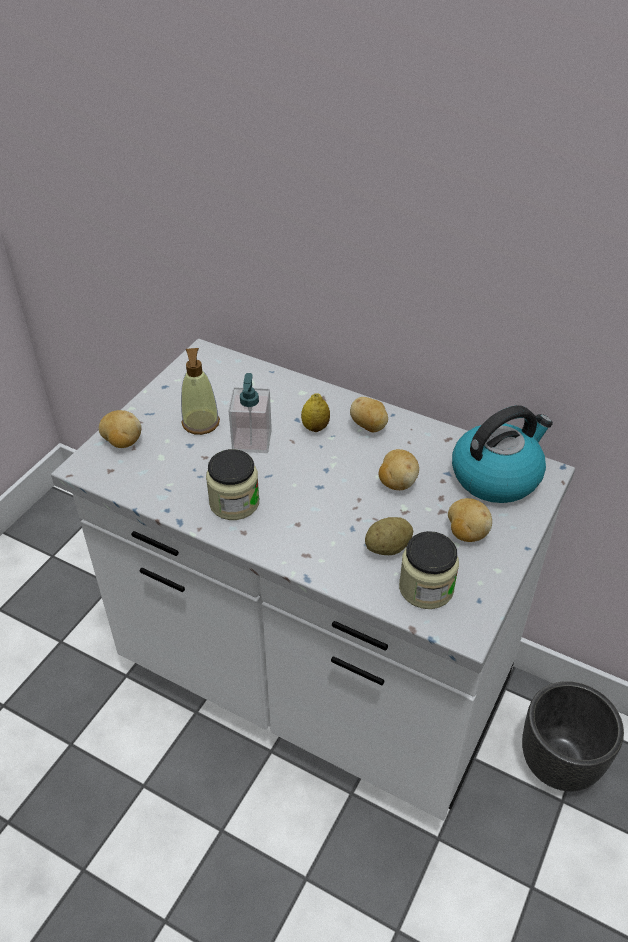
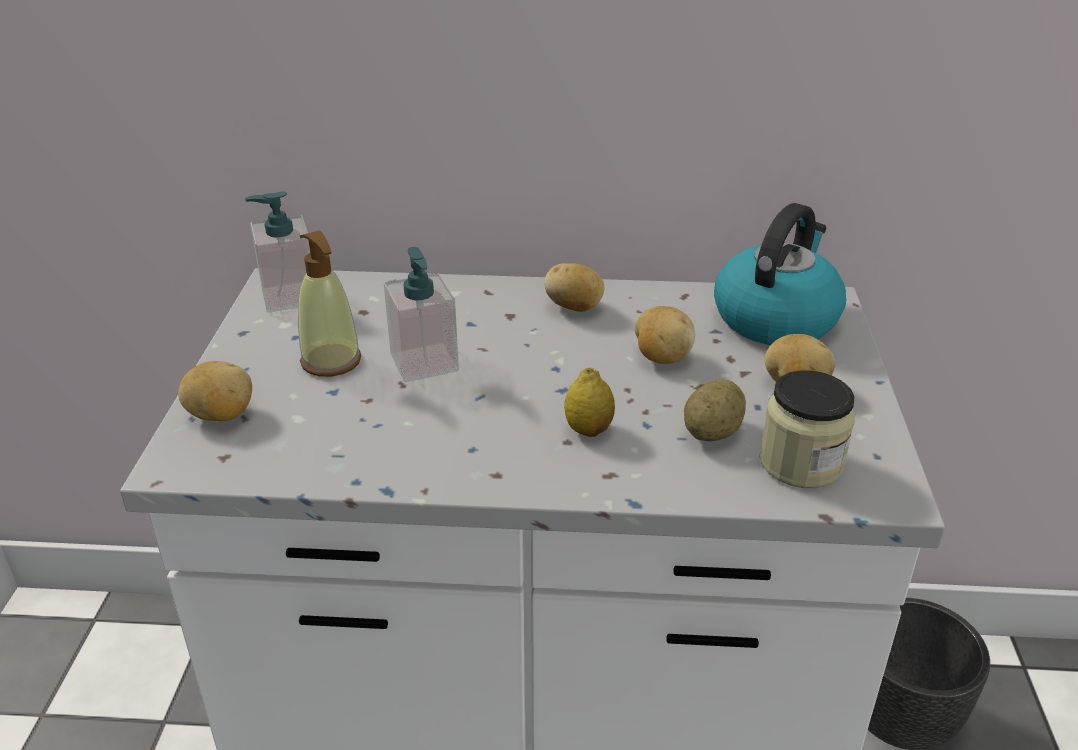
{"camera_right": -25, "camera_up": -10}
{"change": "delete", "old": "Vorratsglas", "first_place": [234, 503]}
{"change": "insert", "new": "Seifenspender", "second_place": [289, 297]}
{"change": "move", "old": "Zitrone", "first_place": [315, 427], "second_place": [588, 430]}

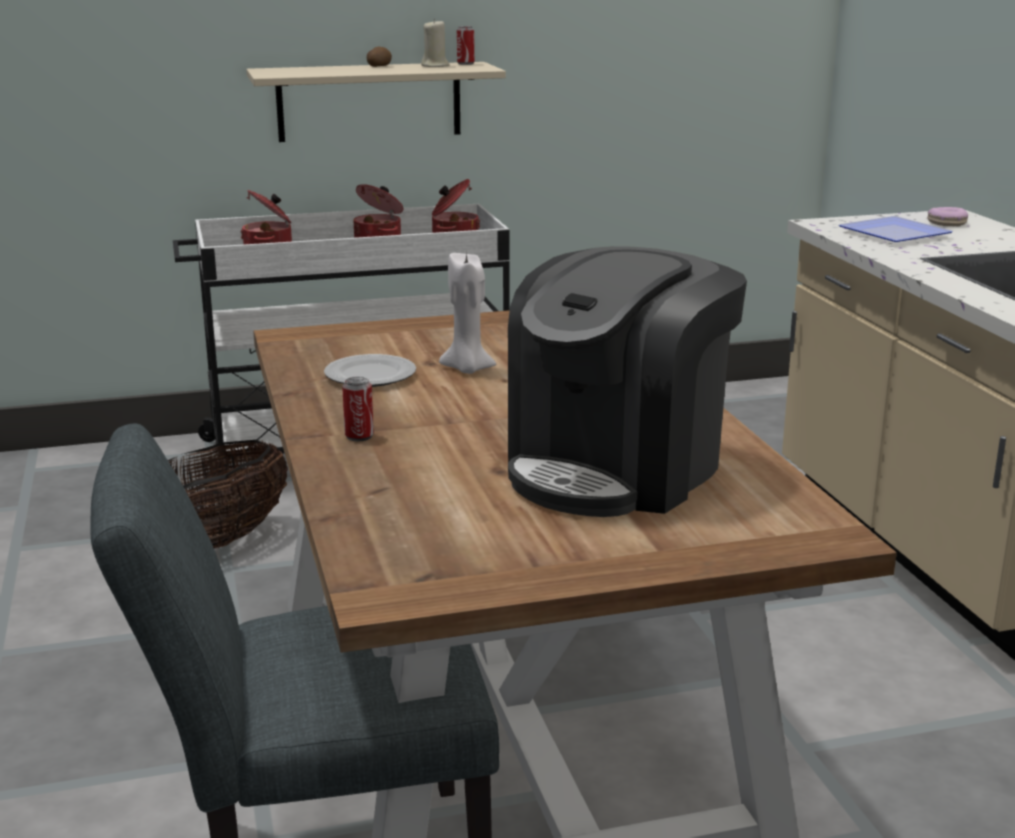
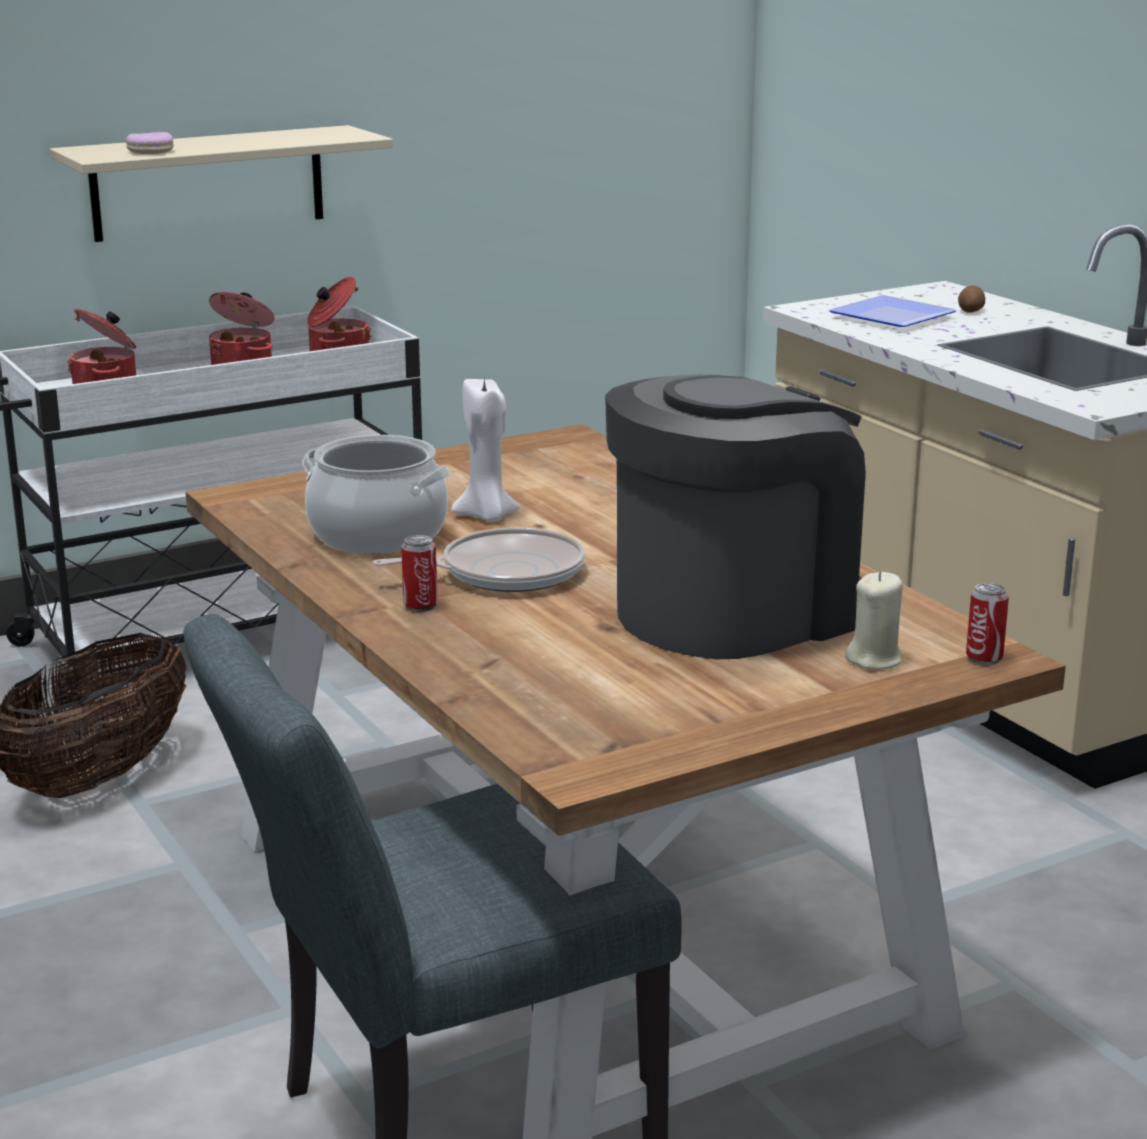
{"camera_right": -15, "camera_up": 0}
{"change": "insert", "new": "Pfanne", "second_place": [504, 573]}
{"change": "move", "old": "Kartoffel", "first_place": [379, 66], "second_place": [970, 310]}
{"change": "move", "old": "Kerze (beige)", "first_place": [435, 66], "second_place": [874, 659]}
{"change": "move", "old": "Dose", "first_place": [465, 63], "second_place": [984, 658]}
{"change": "move", "old": "Donut", "first_place": [946, 223], "second_place": [150, 151]}
{"change": "replace", "old": "Teller", "new": "Kochtopf", "first_place": [371, 376], "second_place": [379, 534]}
{"change": "rotate", "old": "Kaffeemaschine", "first_place": [617, 468], "second_place": [734, 611], "degrees": -150}

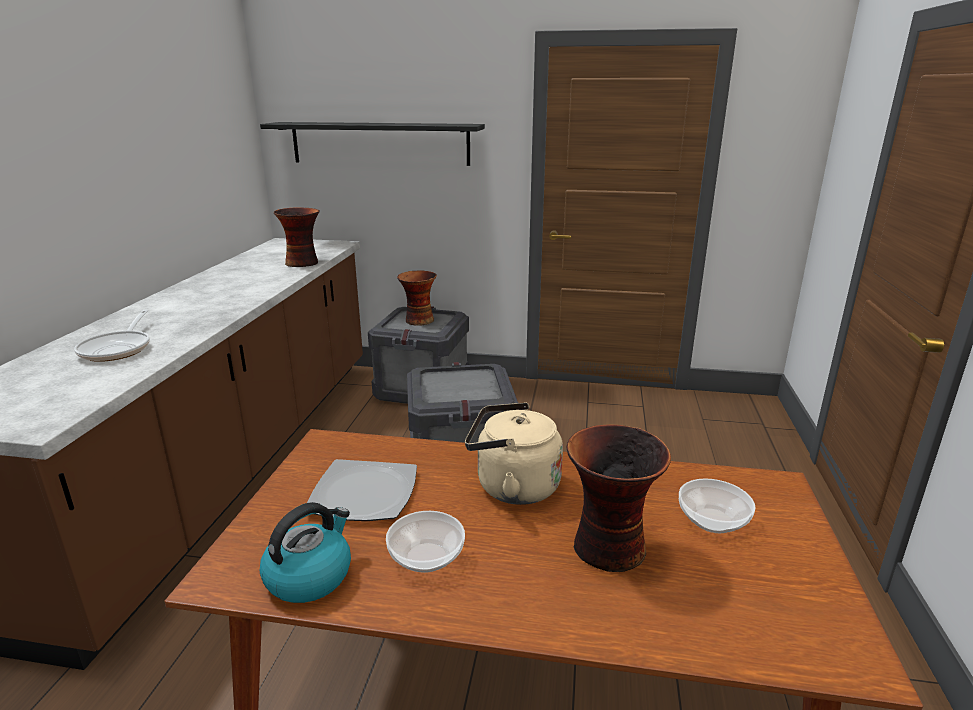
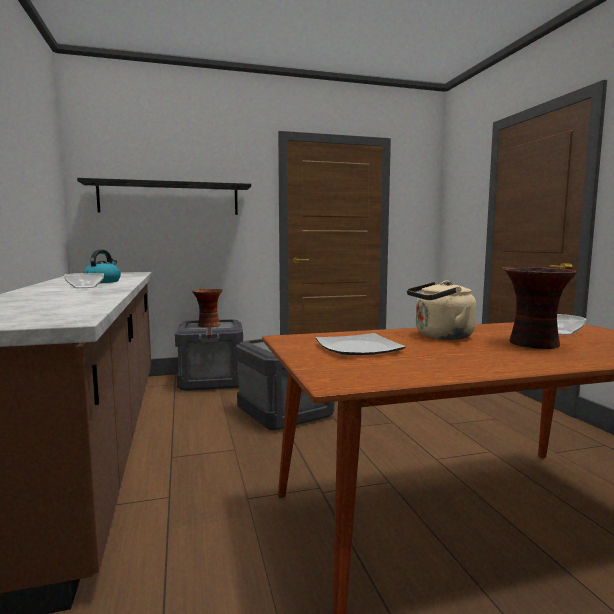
{"camera_right": -25, "camera_up": -15}
{"change": "delete", "old": "Pfanne", "first_place": [118, 349]}
{"change": "delete", "old": "Vase", "first_place": [303, 263]}
{"change": "move", "old": "Wasserkessel", "first_place": [309, 576], "second_place": [103, 281]}
{"change": "move", "old": "Schüssel", "first_place": [425, 557], "second_place": [84, 287]}

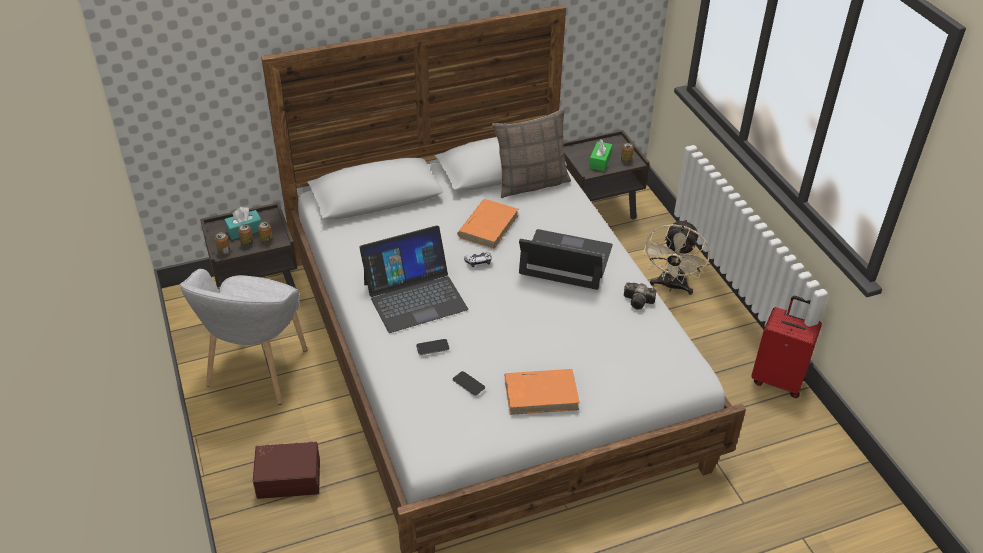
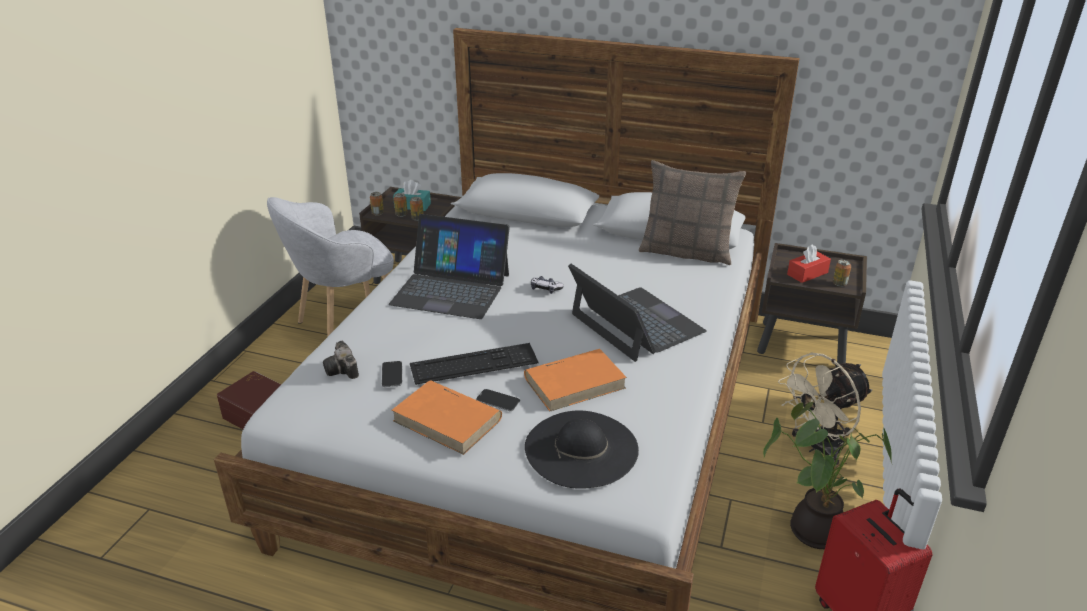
{"camera_right": 40, "camera_up": -10}
{"change": "insert", "new": "Tastatur", "second_place": [474, 364]}
{"change": "insert", "new": "Hut (schwarz)", "second_place": [581, 448]}
{"change": "insert", "new": "Topfpflanze", "second_place": [812, 528]}
{"change": "move", "old": "Handy", "first_place": [432, 347], "second_place": [498, 401]}
{"change": "move", "old": "Buch (orange)", "first_place": [488, 226], "second_place": [575, 382]}
{"change": "move", "old": "Kamera", "first_place": [639, 302], "second_place": [343, 370]}
{"change": "recolor", "old": "Taschentuchbox (grün)", "new": "Taschentuchbox (rot)", "first_place": [600, 161], "second_place": [807, 273]}

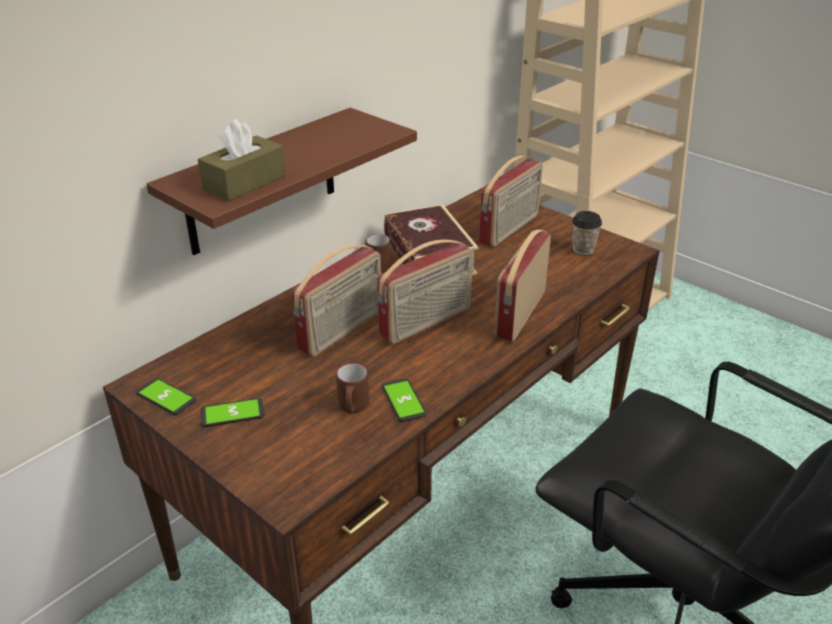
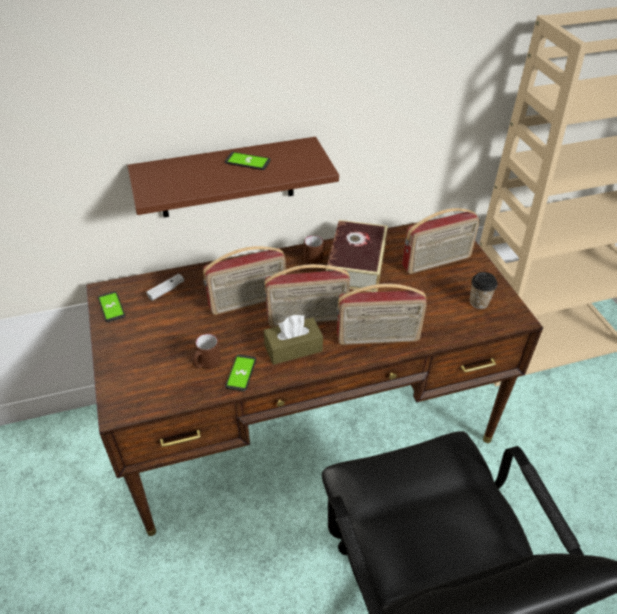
{"camera_right": 30, "camera_up": 10}
{"change": "insert", "new": "Gamepad (weiß)", "second_place": [166, 290]}
{"change": "move", "old": "Taschentuchbox (braun)", "first_place": [245, 182], "second_place": [293, 348]}
{"change": "move", "old": "Handy", "first_place": [232, 414], "second_place": [247, 162]}
{"change": "rotate", "old": "Radio", "first_place": [519, 313], "second_place": [378, 338], "degrees": -150}

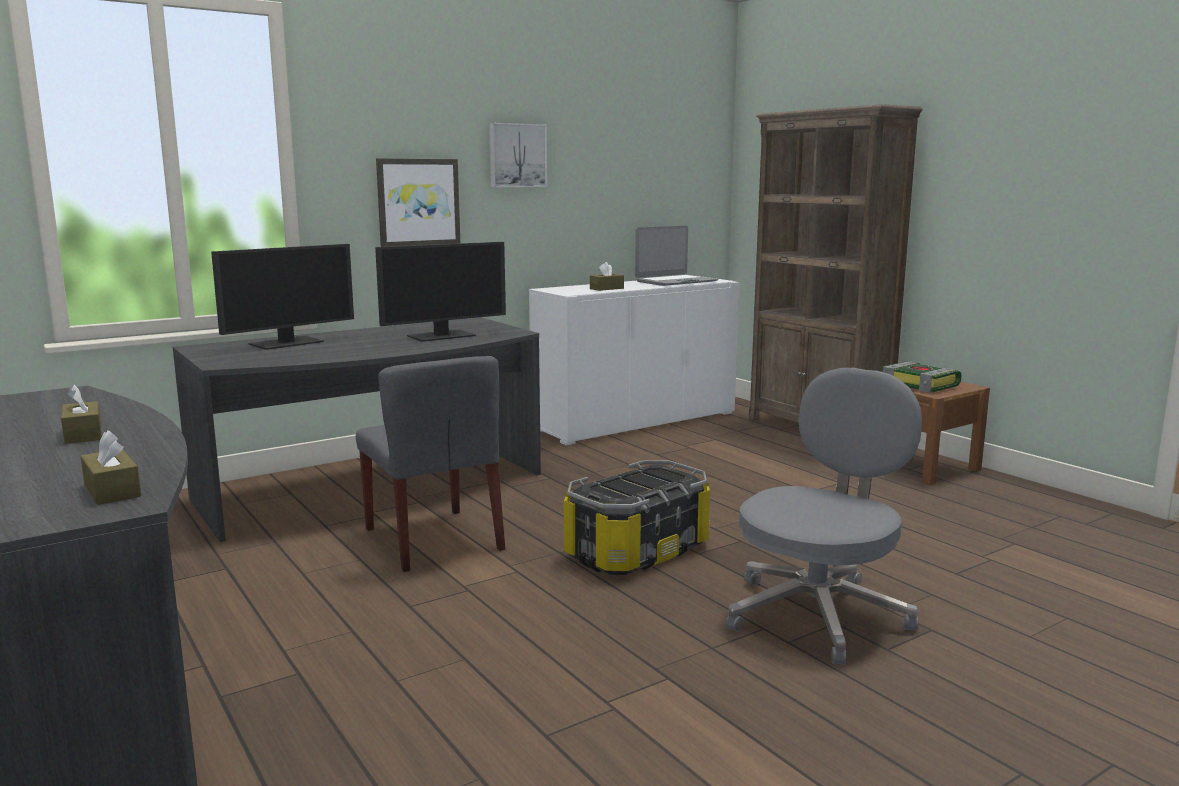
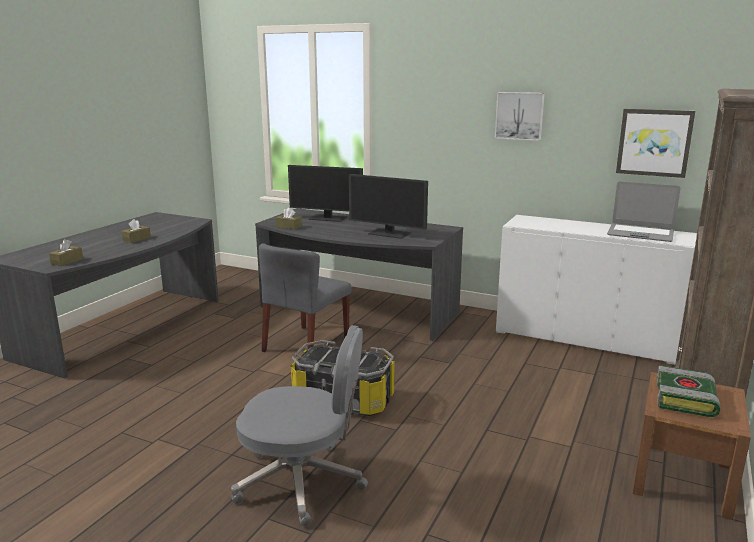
{"camera_right": 60, "camera_up": 5}
{"change": "move", "old": "Bild", "first_place": [418, 202], "second_place": [654, 142]}
{"change": "move", "old": "Taschentuchbox (braun)", "first_place": [606, 288], "second_place": [288, 226]}

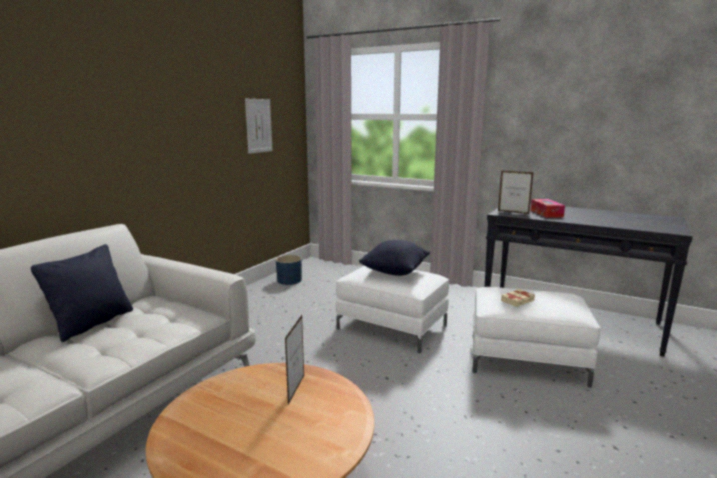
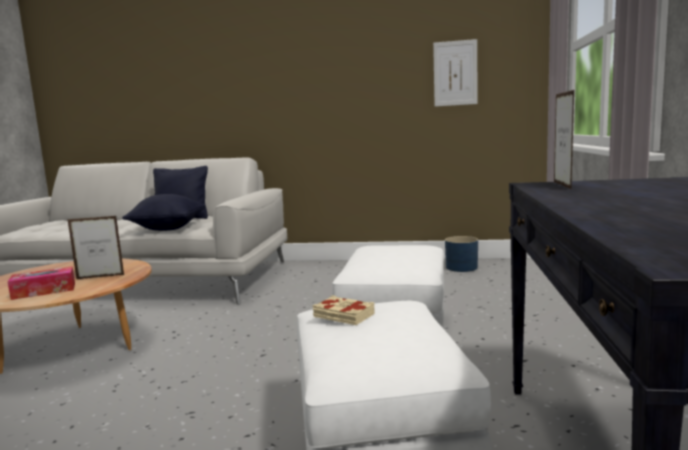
{"camera_right": 70, "camera_up": -5}
{"change": "move", "old": "Kissen (schwarz)", "first_place": [395, 272], "second_place": [168, 229]}
{"change": "move", "old": "Taschentuchbox", "first_place": [546, 213], "second_place": [44, 291]}

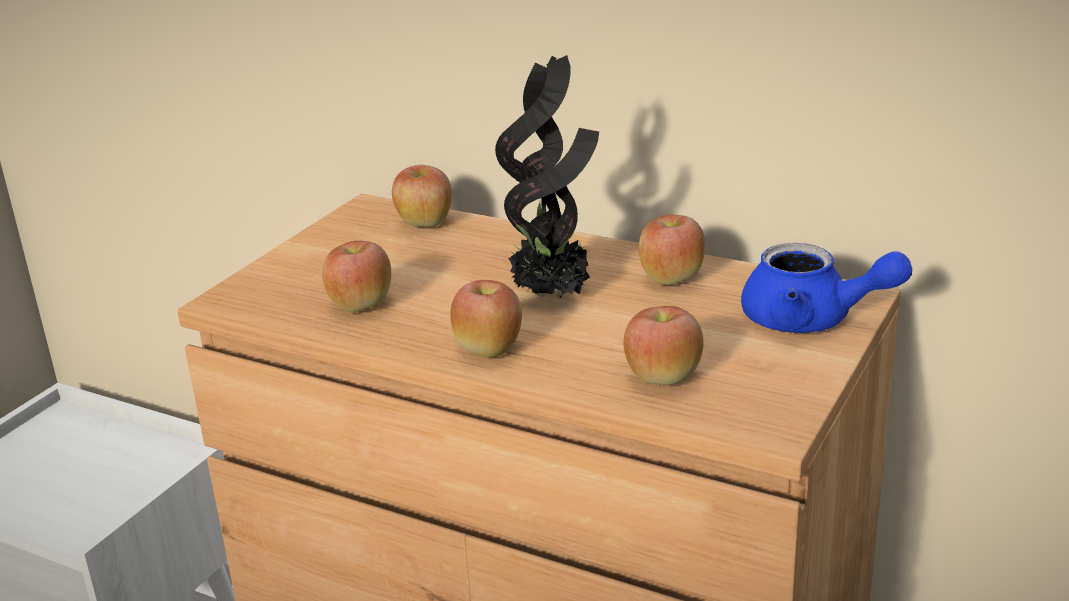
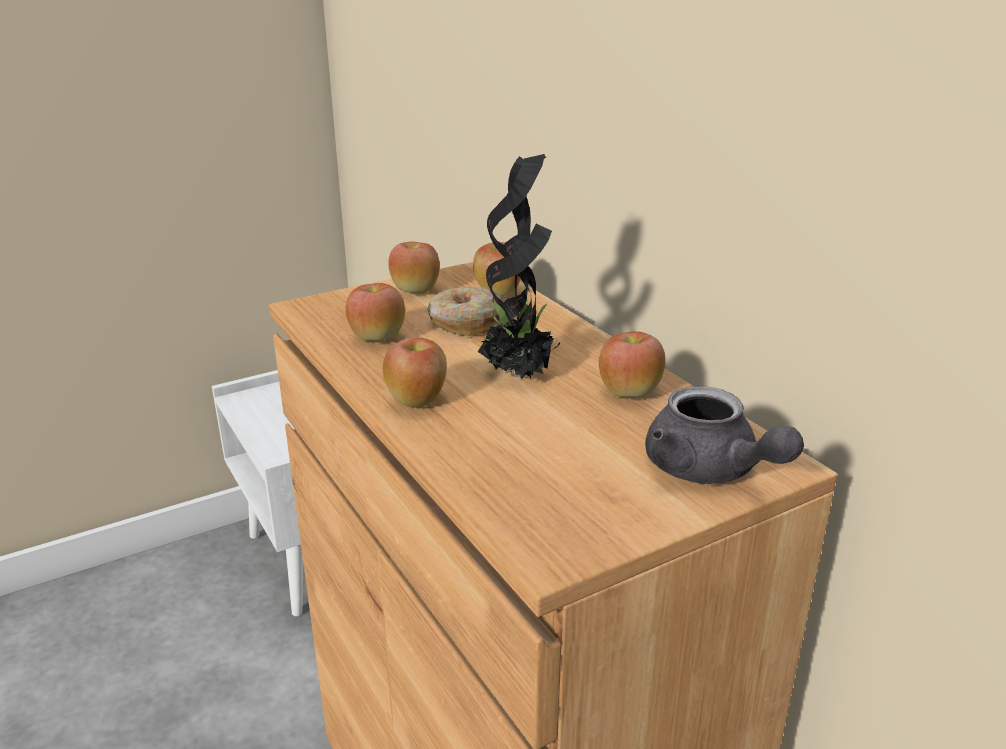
{"camera_right": 30, "camera_up": 0}
{"change": "insert", "new": "Donut", "second_place": [465, 323]}
{"change": "move", "old": "Apfel", "first_place": [663, 378], "second_place": [415, 290]}
{"change": "recolor", "old": "Teekanne (blau)", "new": "Teekanne (grau)", "first_place": [811, 320], "second_place": [709, 471]}

